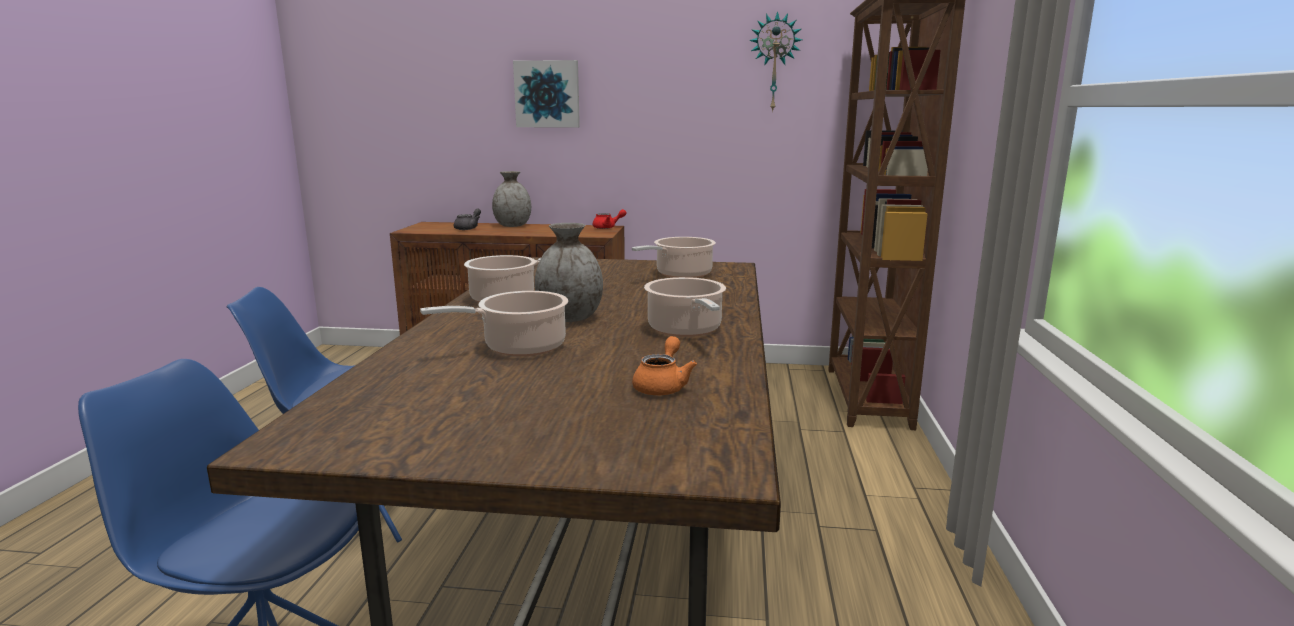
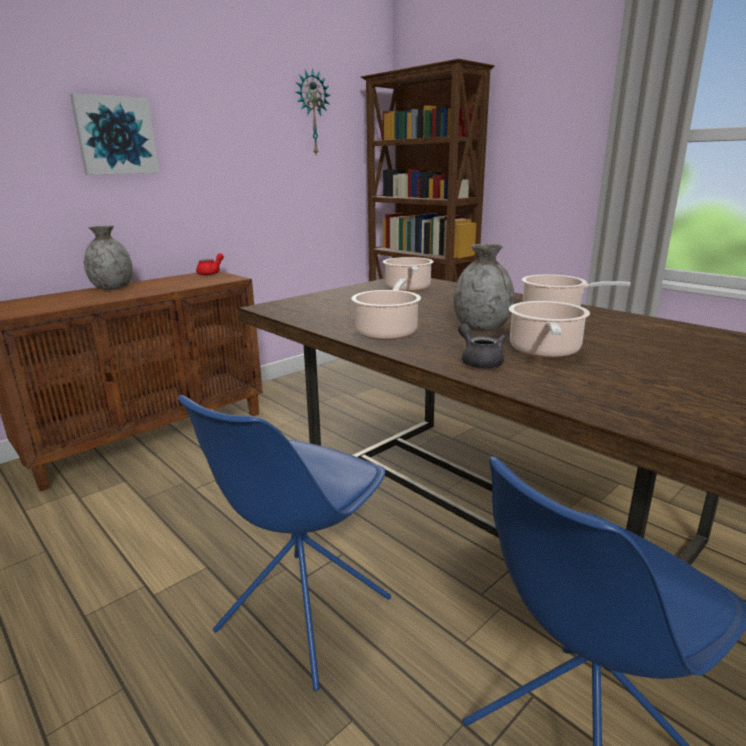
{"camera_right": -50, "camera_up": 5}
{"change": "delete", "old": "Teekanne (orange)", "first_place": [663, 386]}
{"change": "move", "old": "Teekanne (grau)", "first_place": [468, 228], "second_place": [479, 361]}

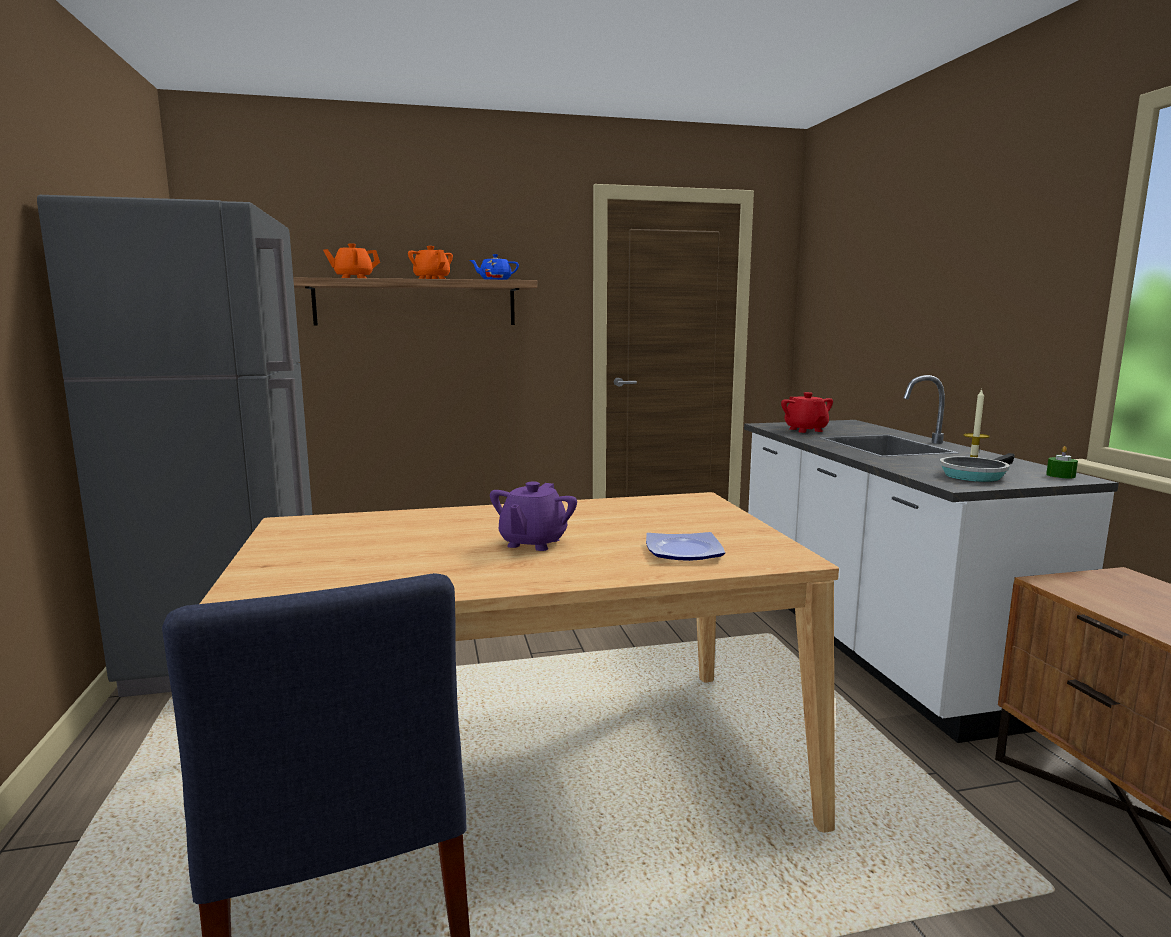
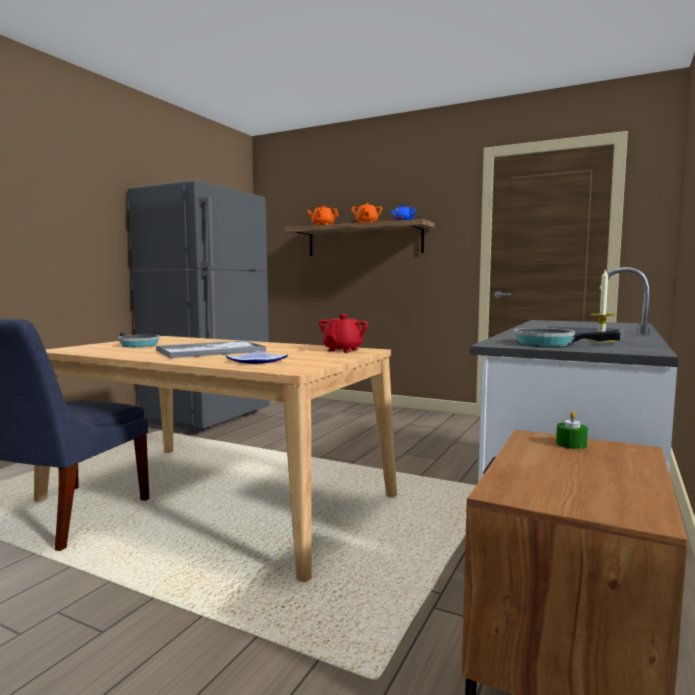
{"camera_right": 40, "camera_up": -5}
{"change": "insert", "new": "Pfanne", "second_place": [137, 345]}
{"change": "move", "old": "Teekanne (rot)", "first_place": [805, 430], "second_place": [343, 350]}
{"change": "move", "old": "Kerze (grün)", "first_place": [1060, 475], "second_place": [571, 444]}
{"change": "replace", "old": "Teekanne (lila)", "new": "Tablett", "first_place": [533, 543], "second_place": [212, 351]}

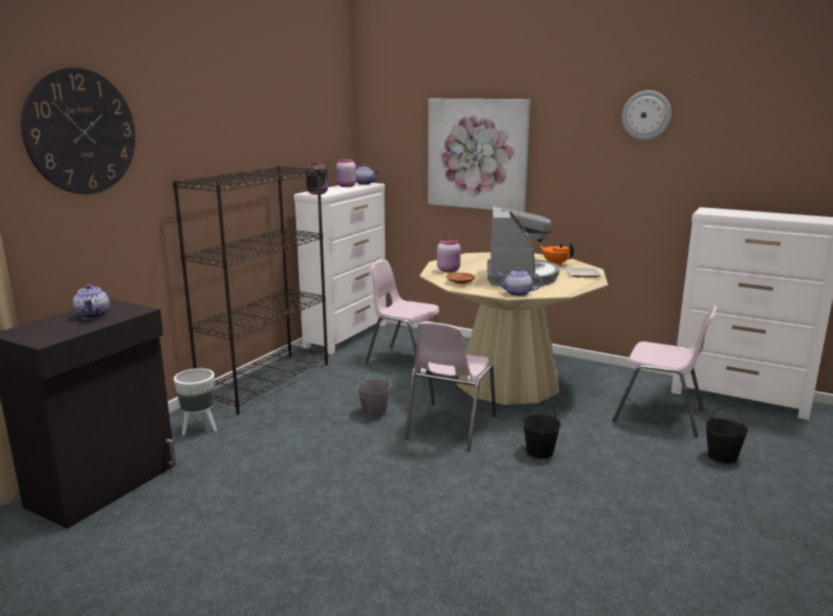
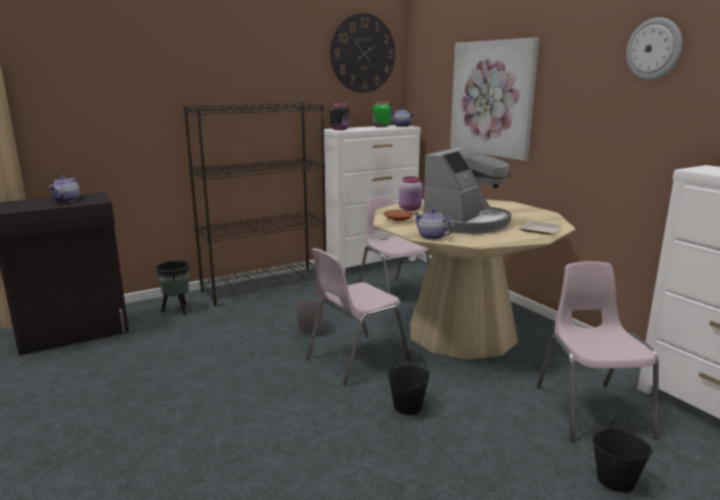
{"camera_right": 30, "camera_up": 0}
{"change": "delete", "old": "Teekanne (orange)", "first_place": [556, 264]}
{"change": "move", "old": "Wanduhr", "first_place": [81, 132], "second_place": [363, 53]}
{"change": "recolor", "old": "Pflanzkübel (weiß)", "new": "Pflanzkübel (schwarz)", "first_place": [200, 429], "second_place": [177, 310]}
{"change": "recolor", "old": "Vorratsglas (rosa)", "new": "Vorratsglas (grün)", "first_place": [346, 186], "second_place": [380, 126]}
{"change": "rotate", "old": "Stuhl (rosa)", "first_place": [660, 416], "second_place": [591, 410], "degrees": -150}

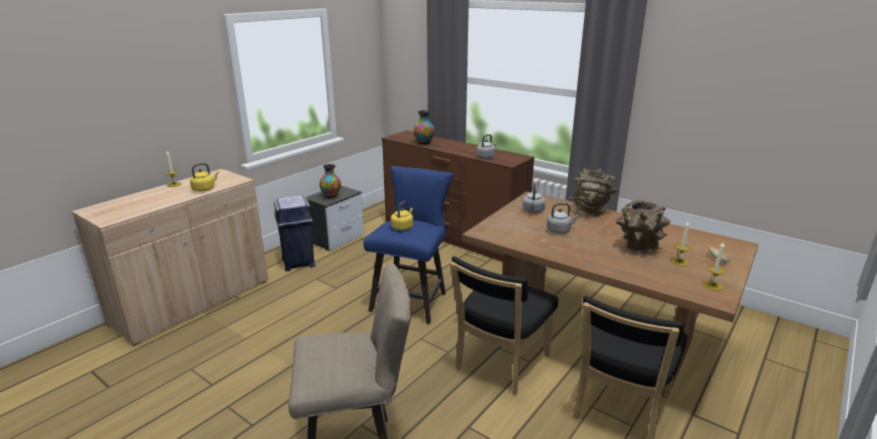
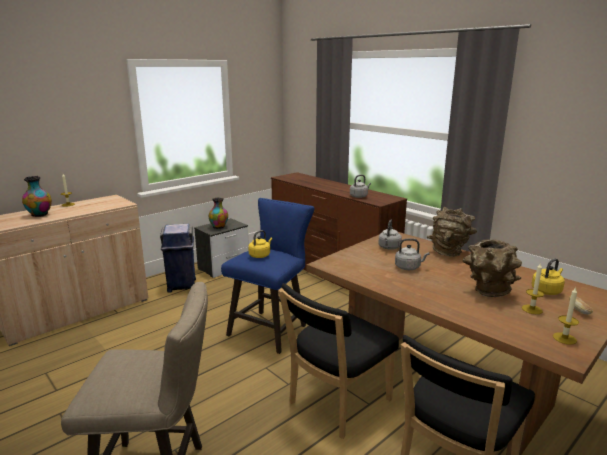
{"camera_right": 10, "camera_up": -5}
{"change": "move", "old": "Wasserkessel (gelb)", "first_place": [205, 189], "second_place": [547, 290]}
{"change": "move", "old": "Vase", "first_place": [424, 143], "second_place": [39, 215]}

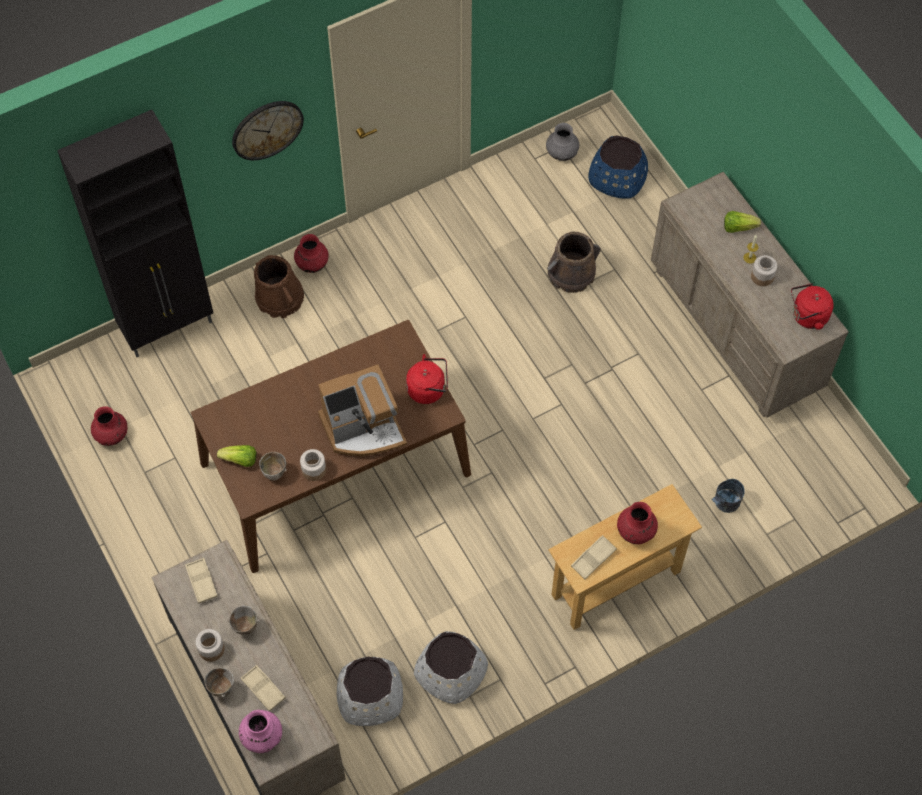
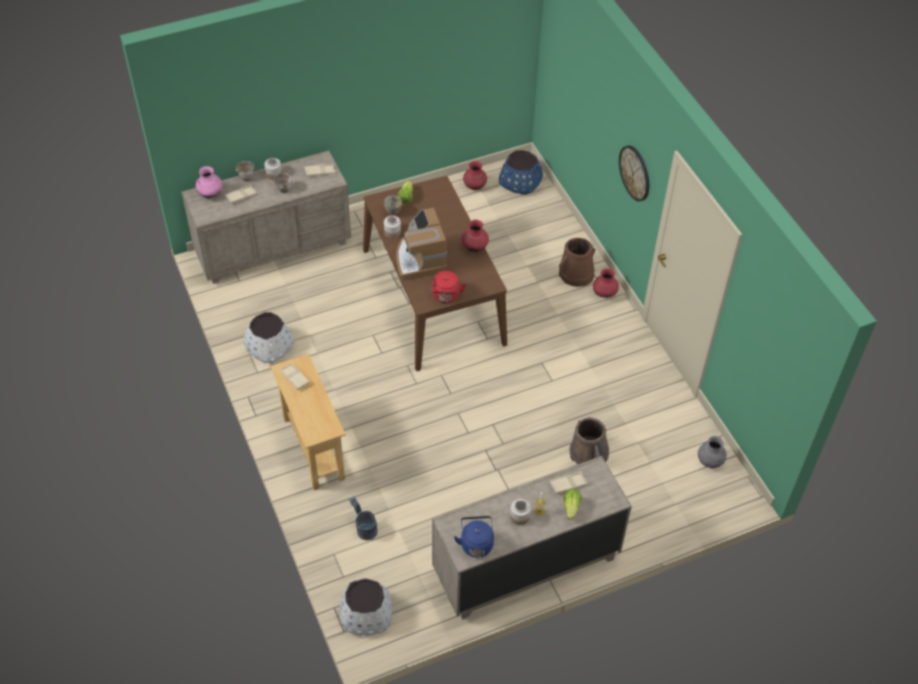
{"camera_right": 95, "camera_up": -10}
{"change": "delete", "old": "Schrank (schwarz)", "first_place": [168, 326]}
{"change": "insert", "new": "Tablett (beige)", "second_place": [568, 484]}
{"change": "move", "old": "Pflanzkübel (weiß)", "first_place": [370, 695], "second_place": [366, 613]}
{"change": "move", "old": "Pflanzkübel (blau)", "first_place": [617, 177], "second_place": [520, 181]}
{"change": "move", "old": "Vase (rot)", "first_place": [635, 532], "second_place": [474, 247]}
{"change": "recolor", "old": "Wasserkessel (rot)", "new": "Wasserkessel (blau)", "first_place": [807, 316], "second_place": [476, 543]}

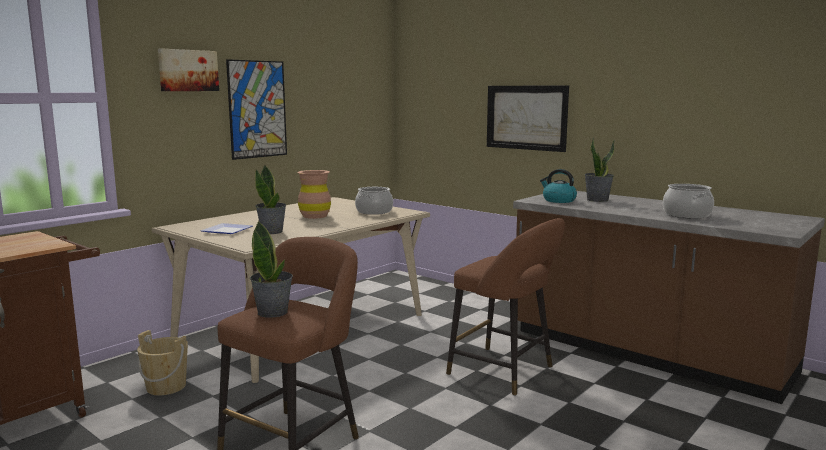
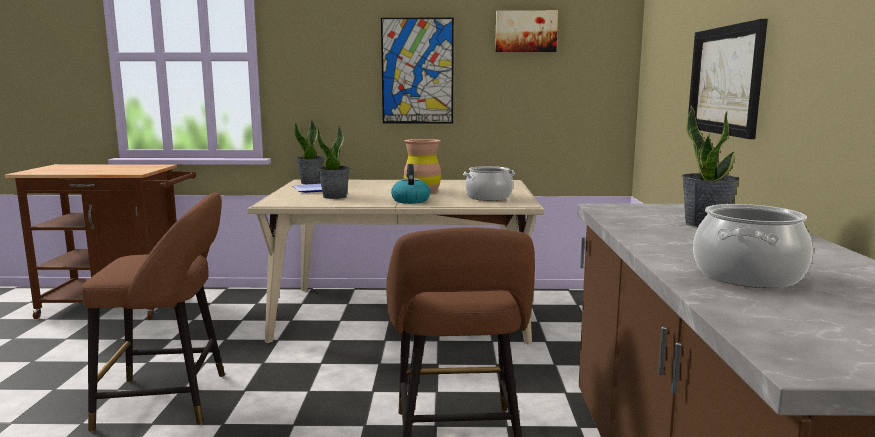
{"camera_right": 50, "camera_up": 0}
{"change": "delete", "old": "Eimer (beige)", "first_place": [166, 387]}
{"change": "move", "old": "Bild", "first_place": [188, 70], "second_place": [525, 31]}
{"change": "move", "old": "Topfpflanze", "first_place": [273, 312], "second_place": [311, 183]}
{"change": "move", "old": "Wasserkessel", "first_place": [558, 200], "second_place": [410, 200]}

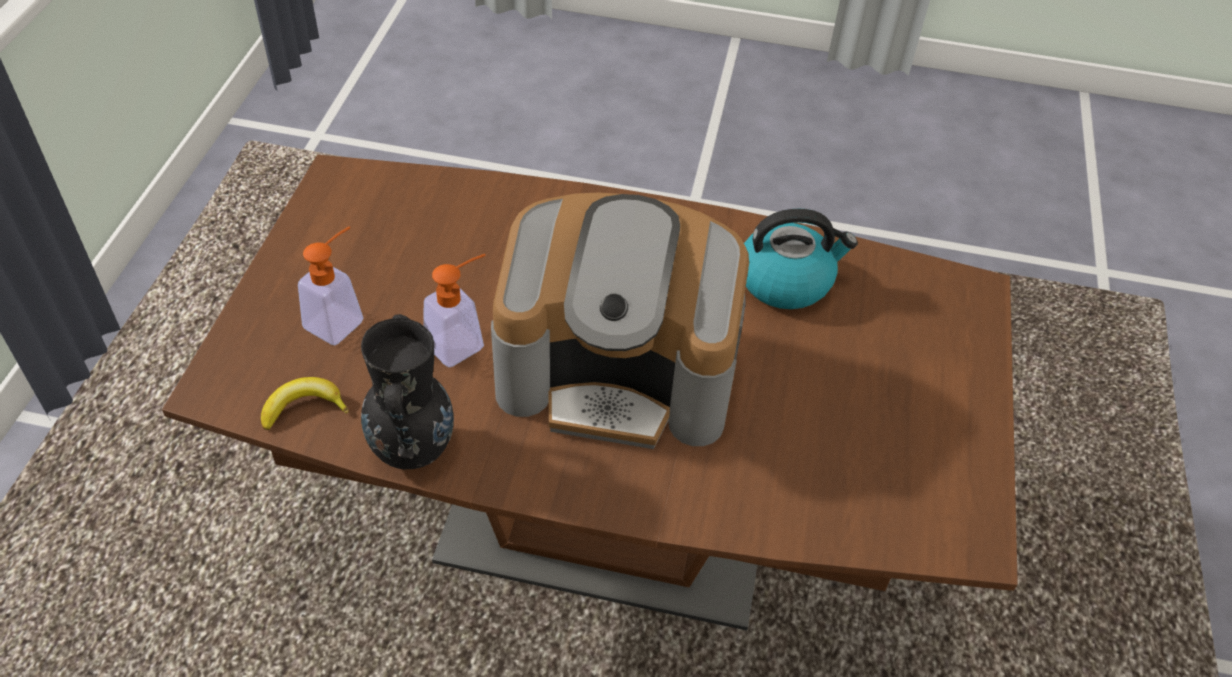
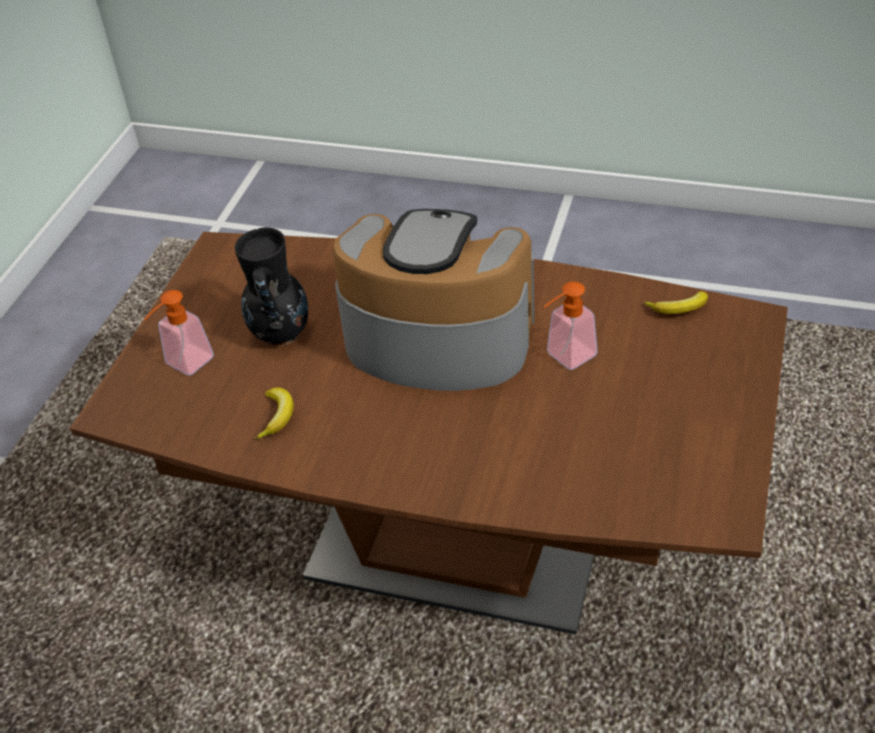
{"camera_right": -170, "camera_up": -5}
{"change": "move", "old": "Seifenspender", "first_place": [341, 319], "second_place": [184, 365]}
{"change": "move", "old": "Vase (schwarz)", "first_place": [413, 448], "second_place": [280, 335]}
{"change": "replace", "old": "Wasserkessel", "new": "Banane", "first_place": [786, 280], "second_place": [277, 416]}

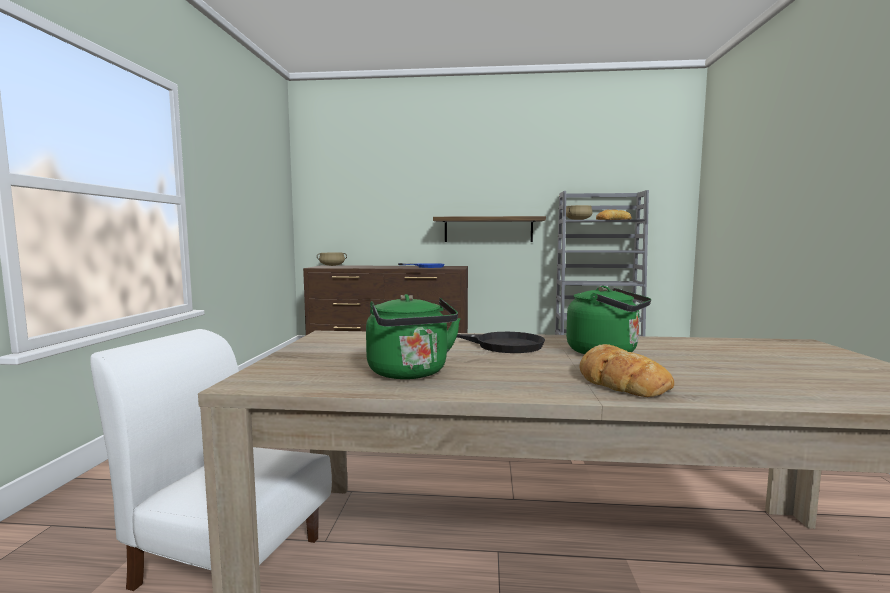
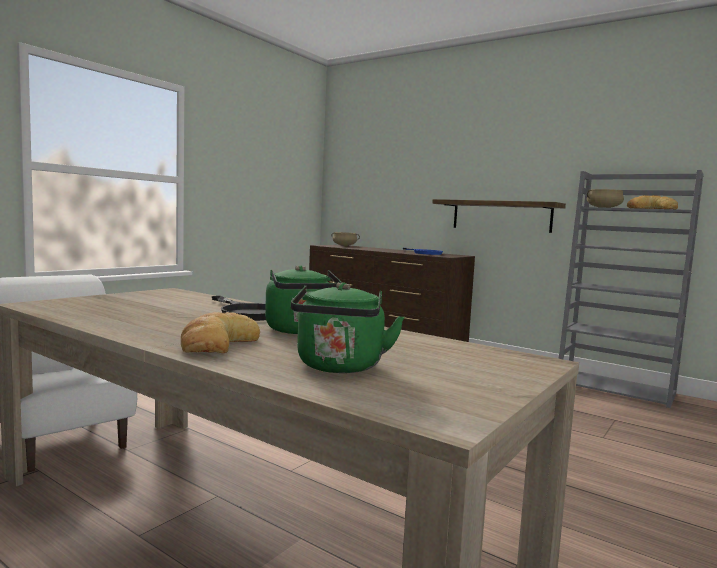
{"camera_right": 30, "camera_up": 0}
{"change": "move", "old": "Wasserkessel (grün)", "first_place": [410, 373], "second_place": [339, 367]}

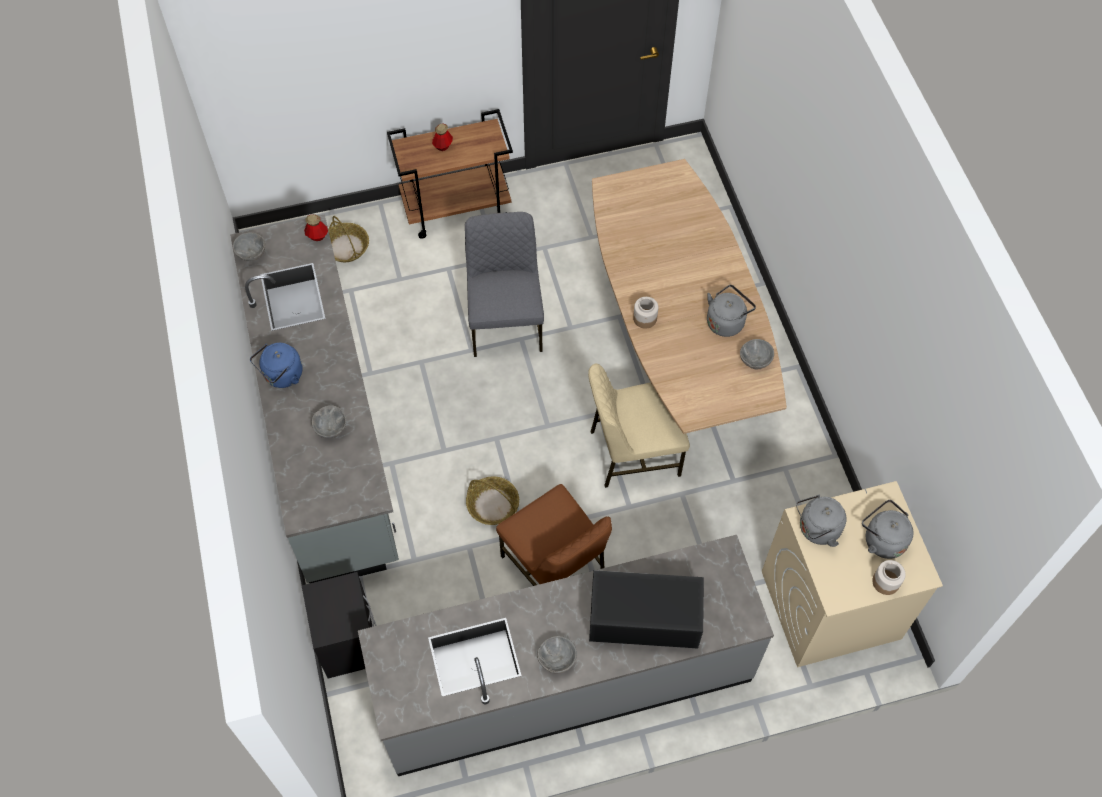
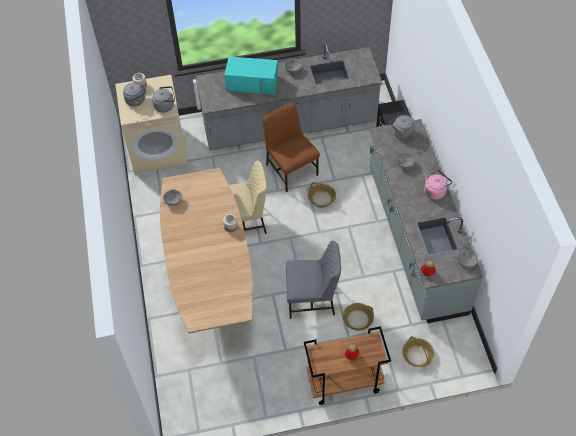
{"camera_right": -175, "camera_up": -5}
{"change": "insert", "new": "Korb", "second_place": [357, 319]}
{"change": "move", "old": "Wasserkessel (grau)", "first_place": [726, 321], "second_place": [401, 134]}
{"change": "recolor", "old": "Wasserkessel (blau)", "new": "Wasserkessel (rosa)", "first_place": [281, 376], "second_place": [435, 191]}
{"change": "recolor", "old": "Mikrowelle (schwarz)", "new": "Mikrowelle (türkis)", "first_place": [642, 618], "second_place": [253, 83]}
{"change": "rotate", "old": "Stuhl (grau)", "first_place": [505, 322], "second_place": [312, 299], "degrees": -90}

